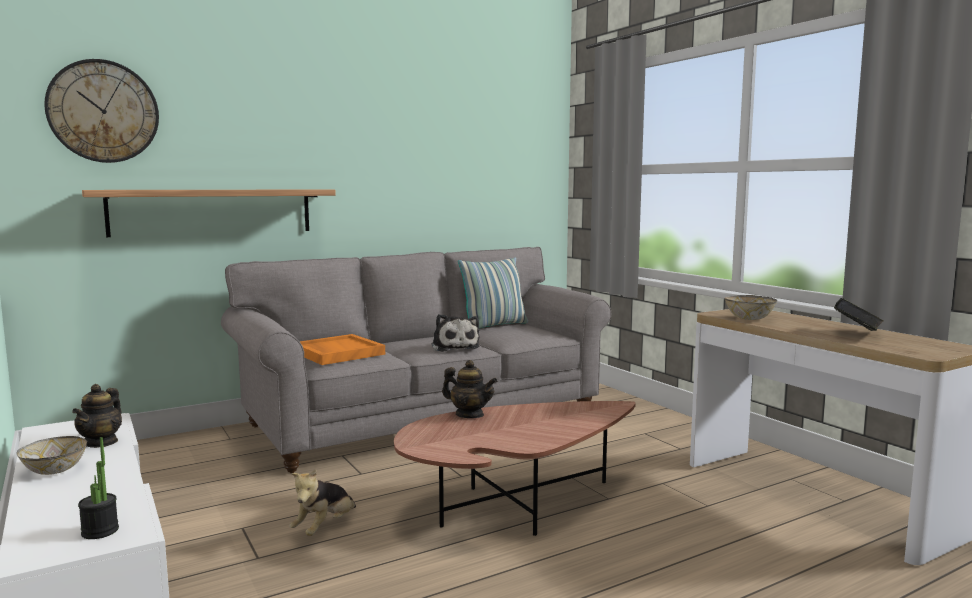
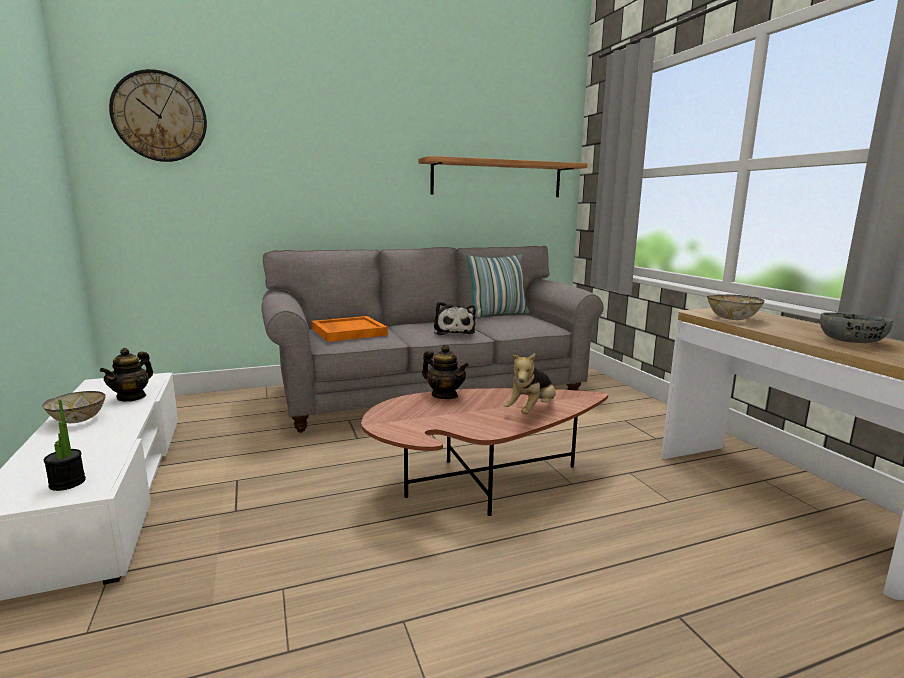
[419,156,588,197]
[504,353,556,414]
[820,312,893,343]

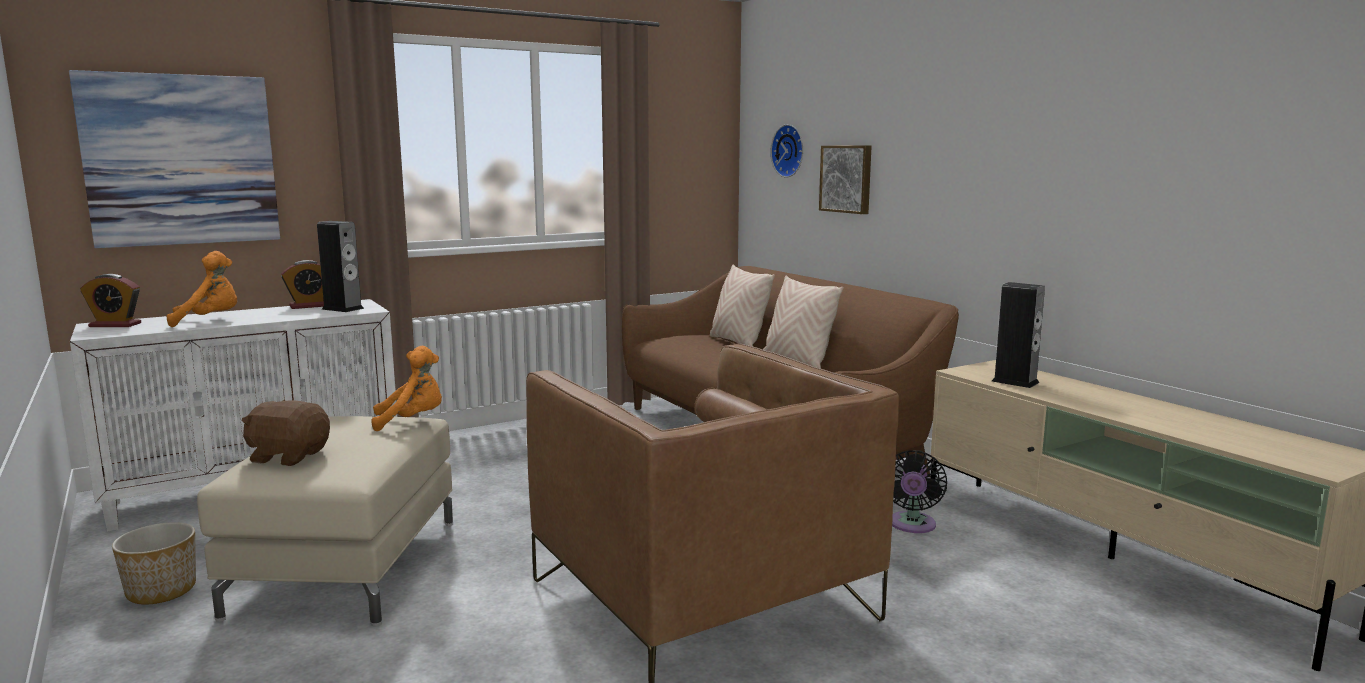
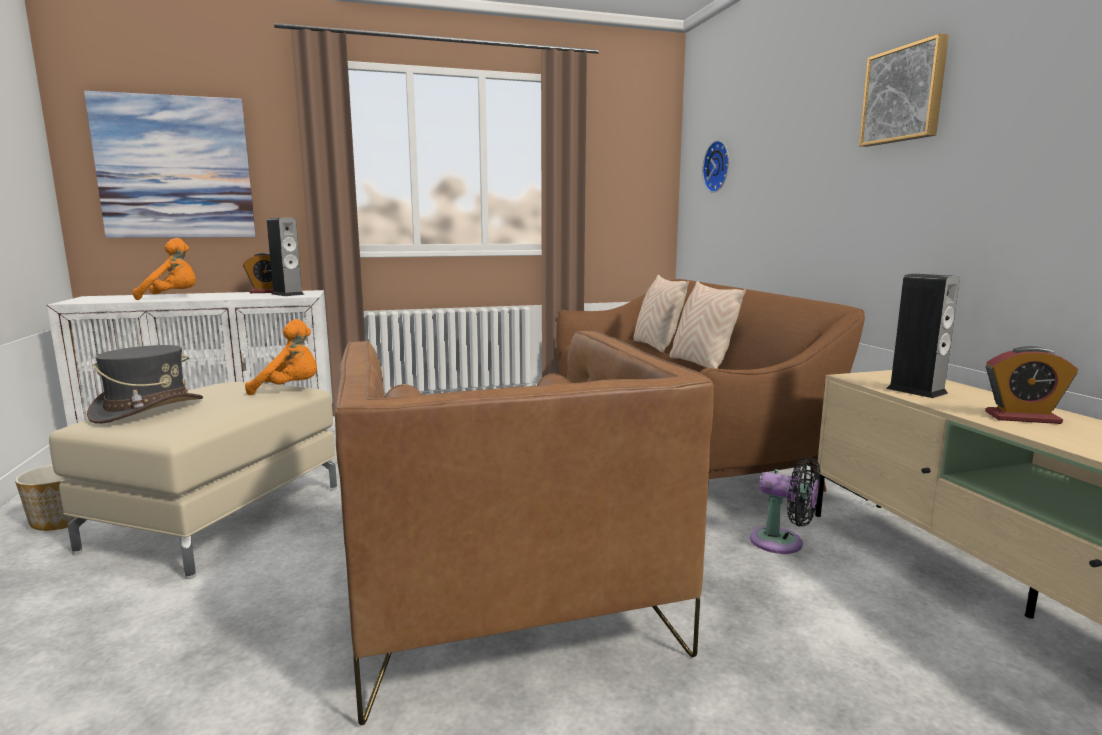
[87,345,203,424]
[750,456,820,554]
[859,33,949,147]
[985,346,1078,424]

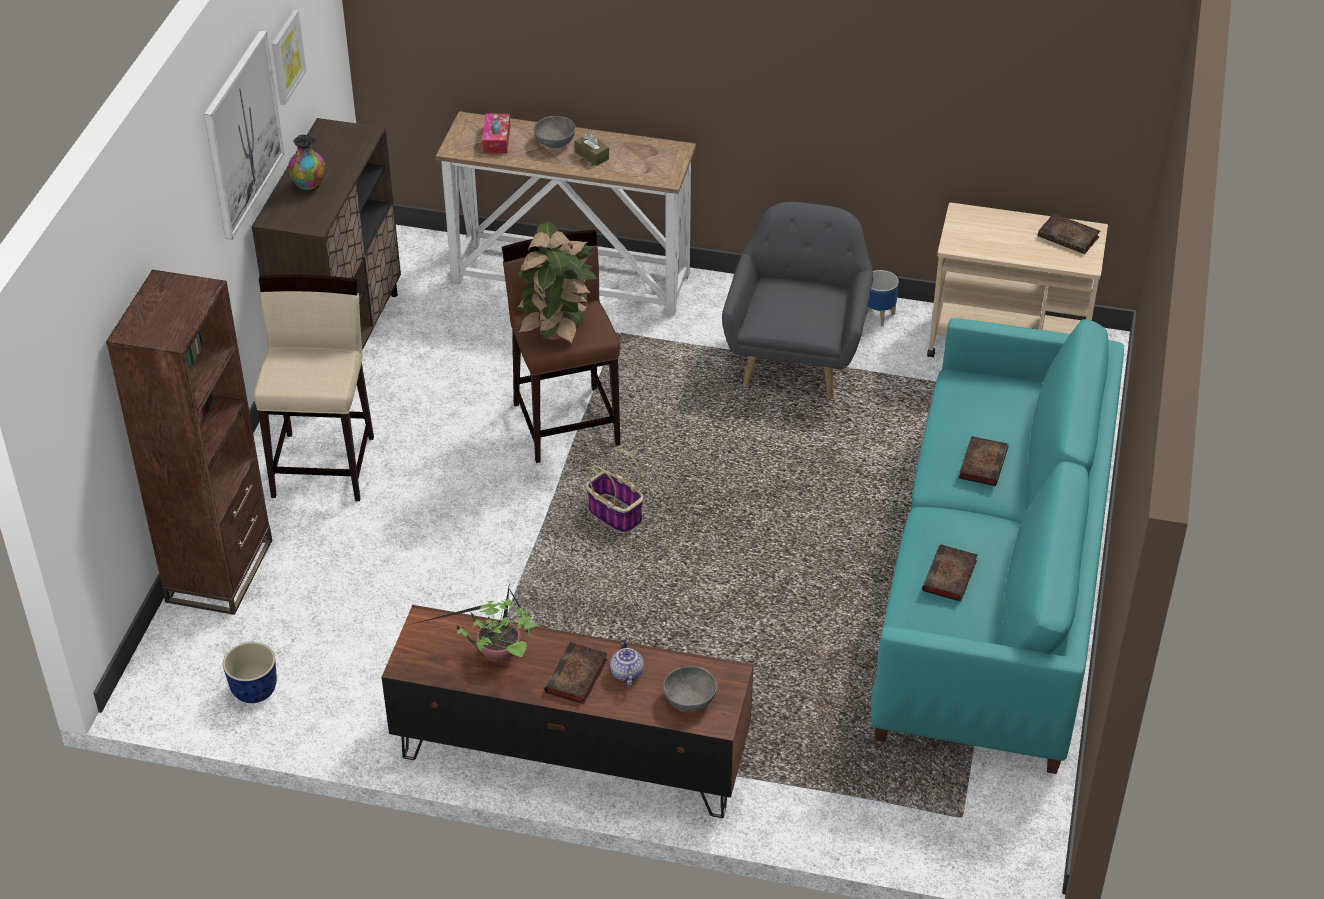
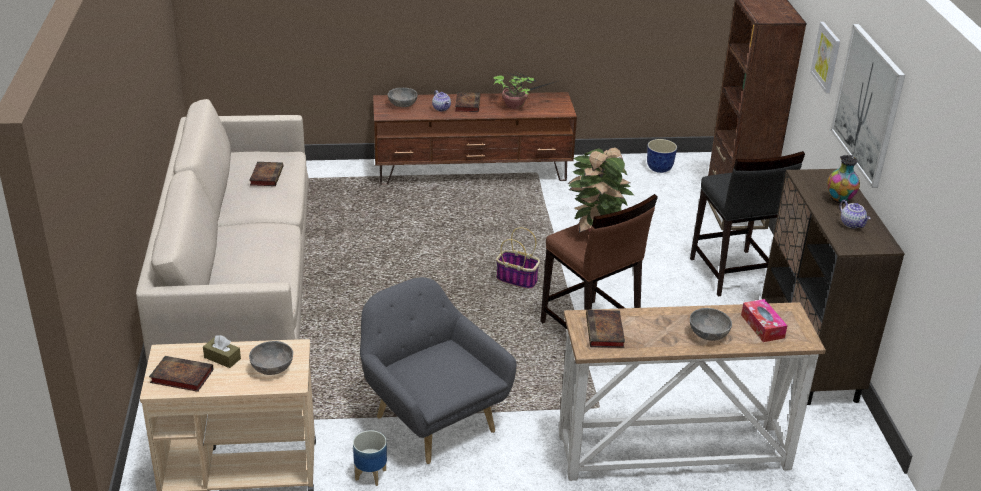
[136,99,309,363]
[203,335,241,368]
[249,341,293,375]
[360,277,516,464]
[586,310,625,348]
[690,151,805,296]
[810,22,840,93]
[839,200,871,229]

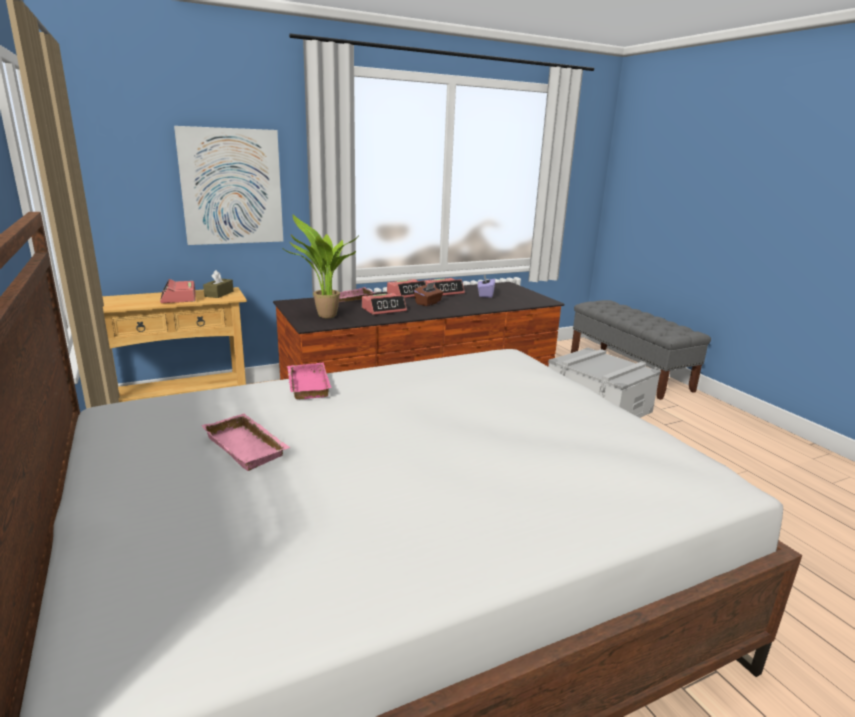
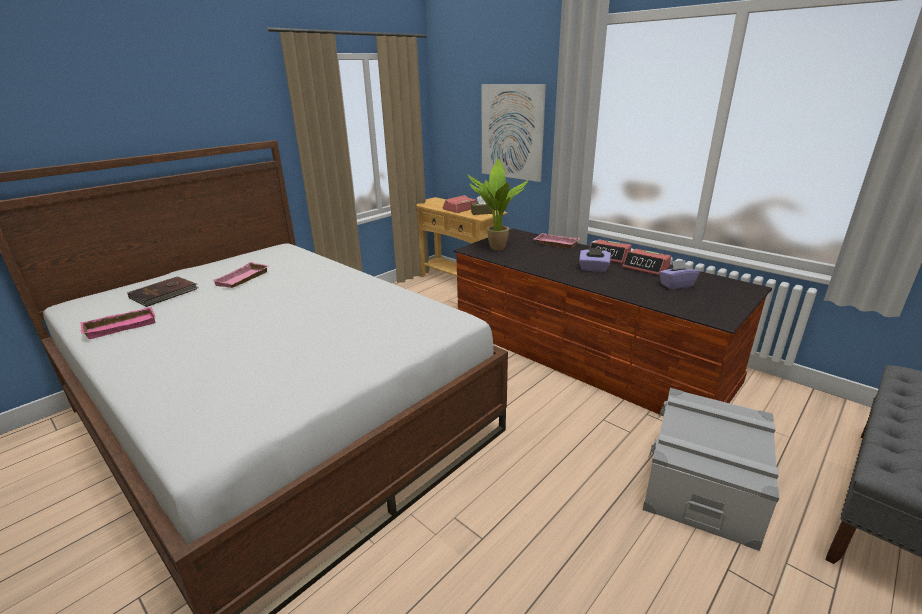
[80,307,156,339]
[127,276,199,307]
[579,248,611,272]
[362,293,407,315] (first image)

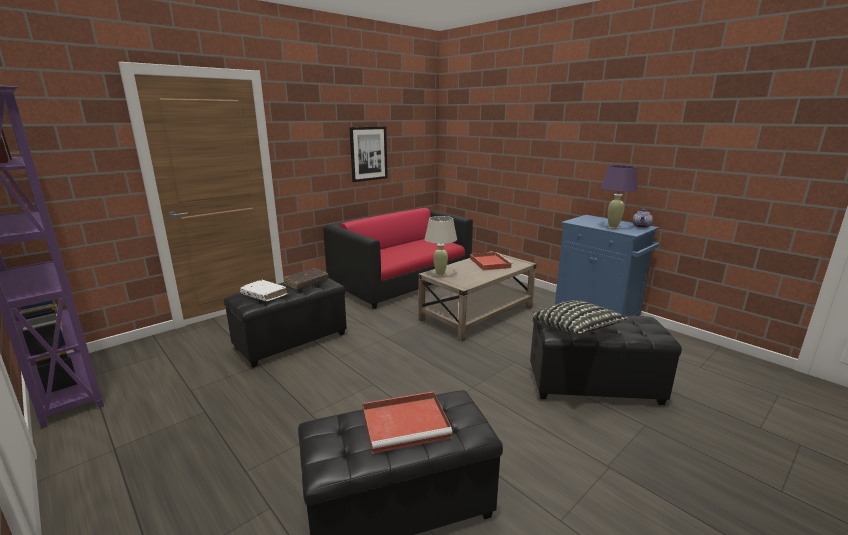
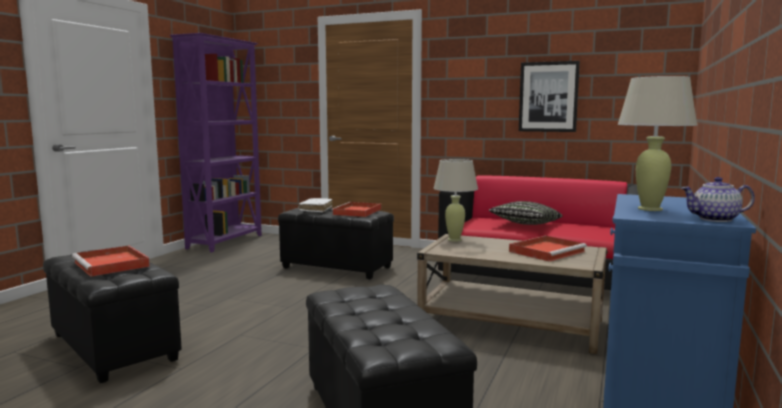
[331,202,381,217]
[489,201,563,225]
[618,76,697,211]

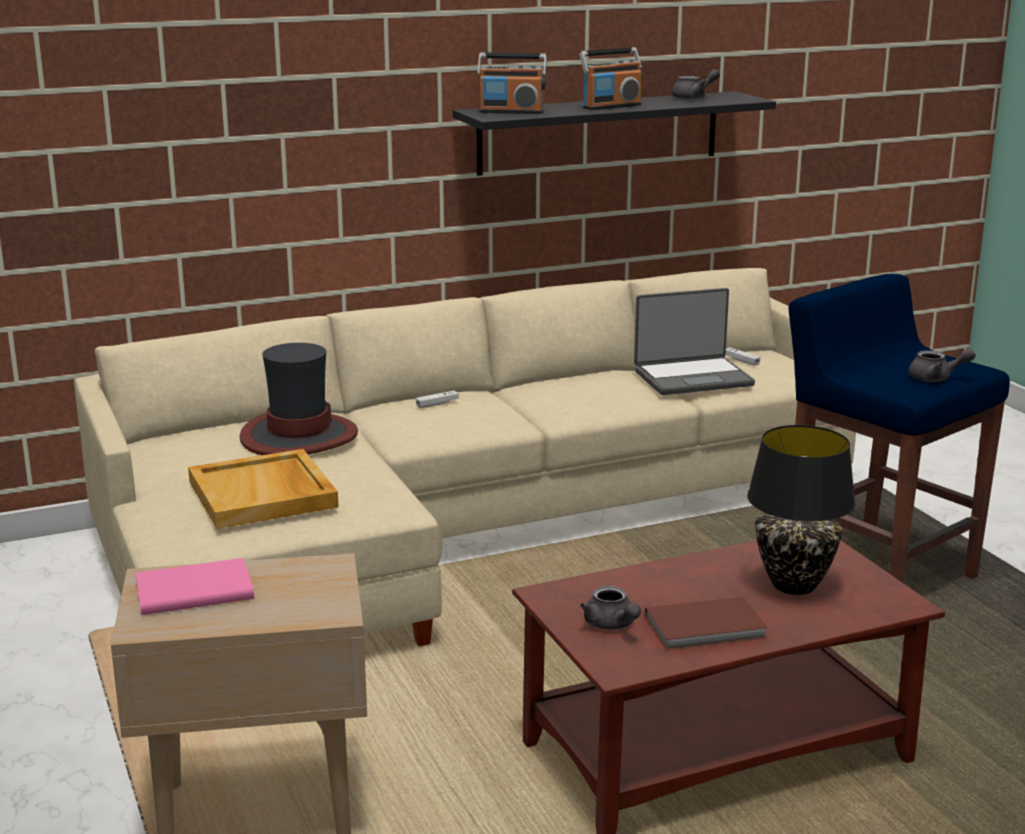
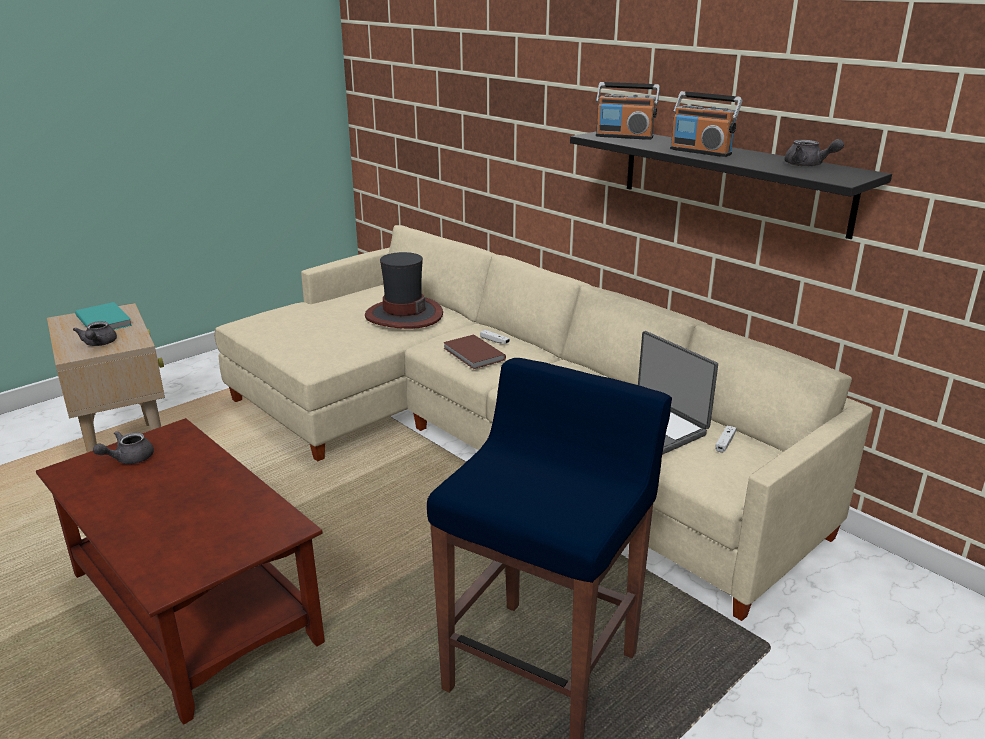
[73,321,117,346]
[75,302,132,330]
[443,335,506,369]
[596,82,660,140]
[188,449,339,529] (first image)
[747,425,856,595] (first image)

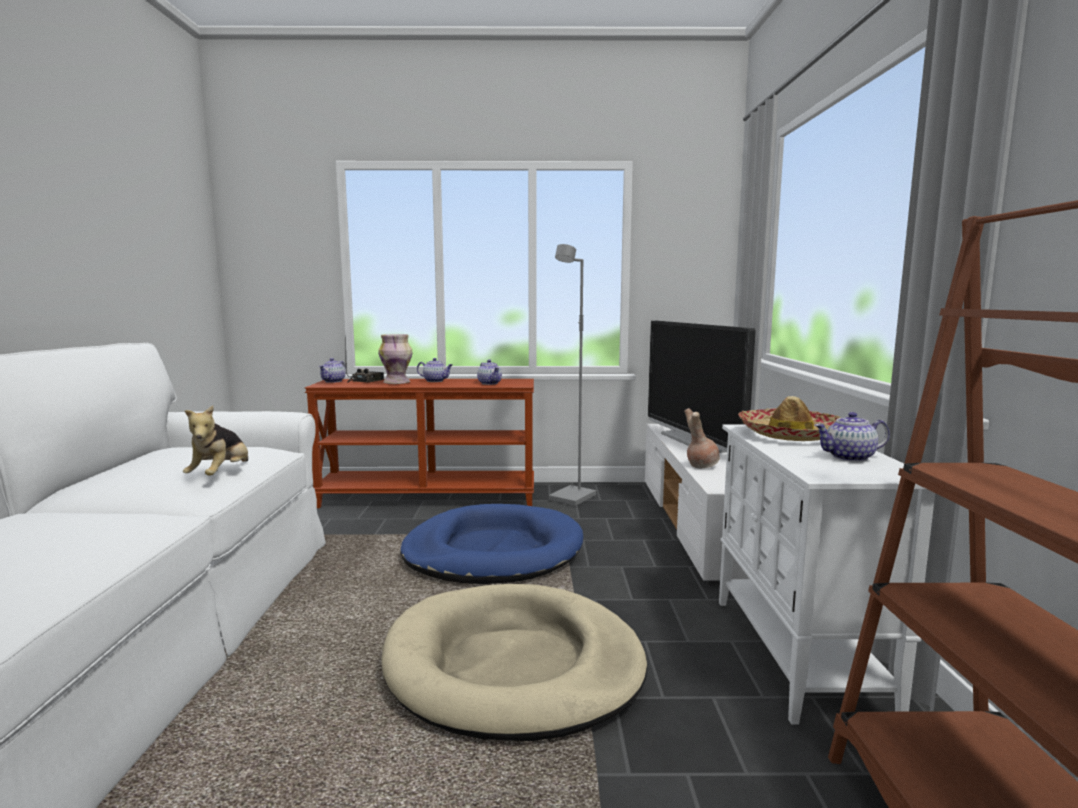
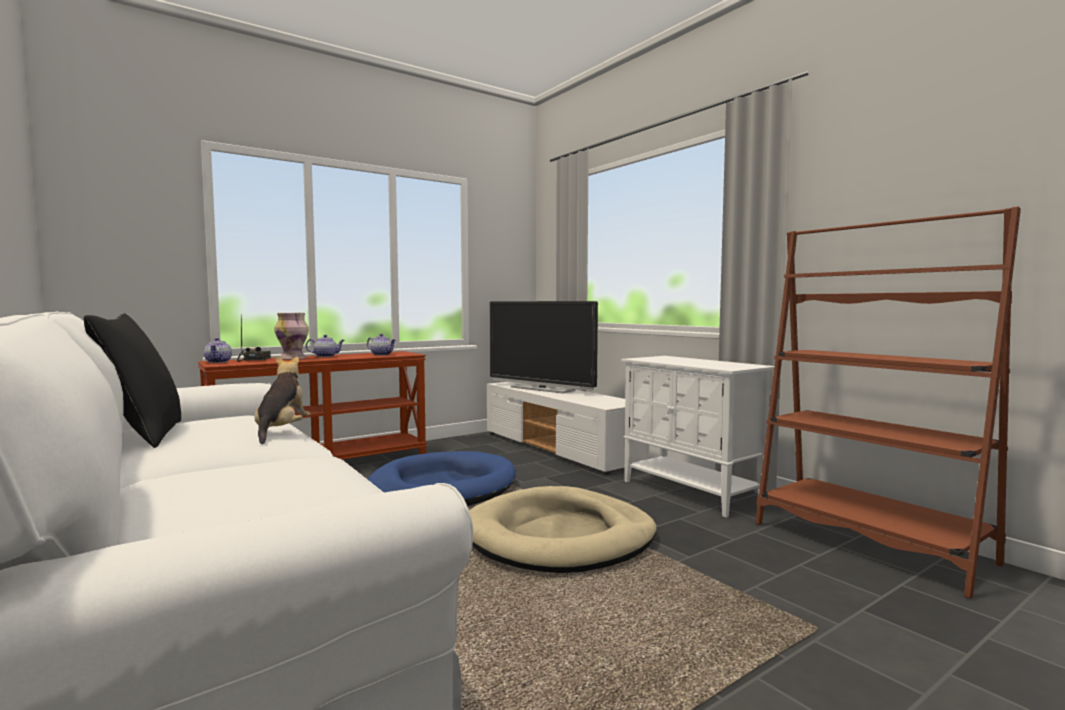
[84,313,181,448]
[254,356,310,444]
[549,244,596,506] (first image)
[684,408,720,468] (first image)
[738,396,841,441] (first image)
[814,412,890,462] (first image)

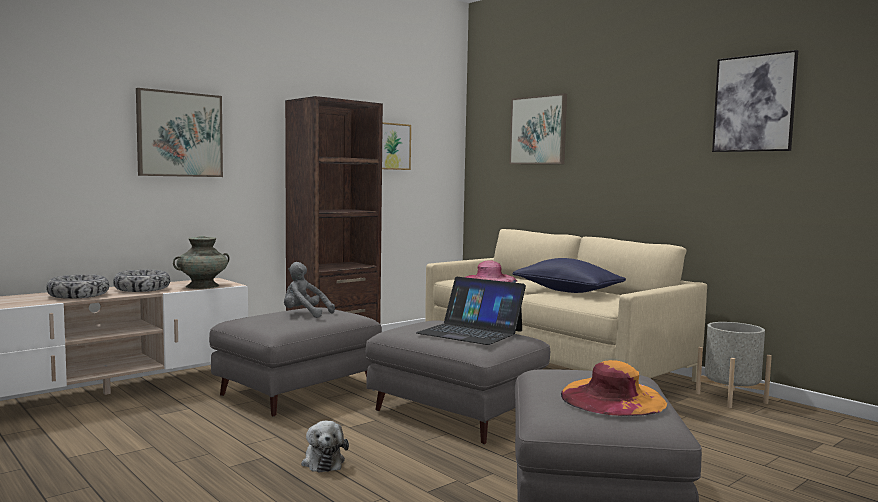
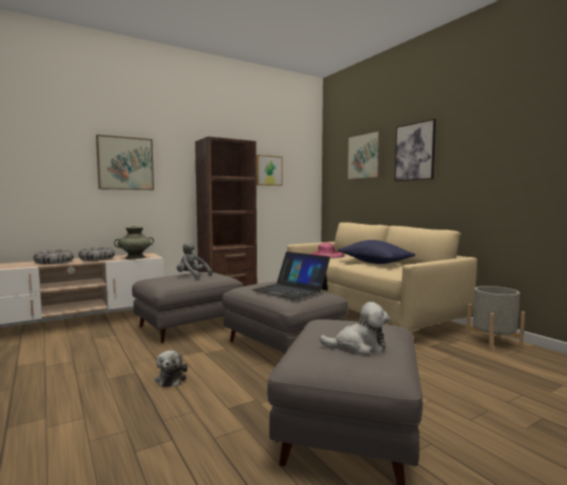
[320,302,390,355]
[395,119,436,181]

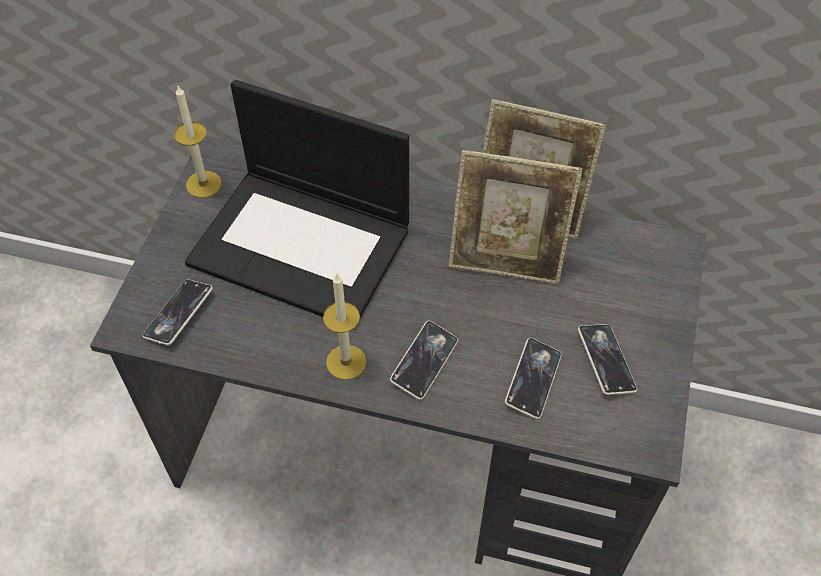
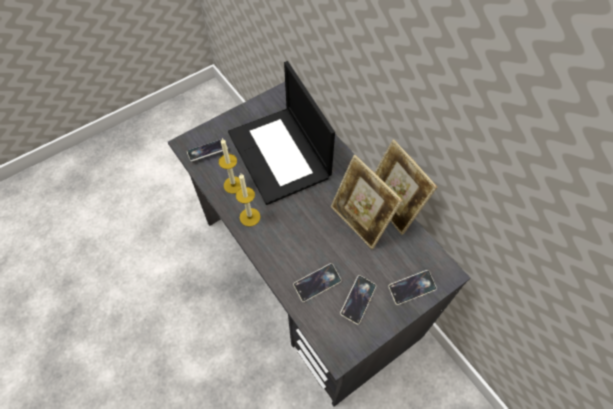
[219,138,241,194]
[388,270,437,305]

